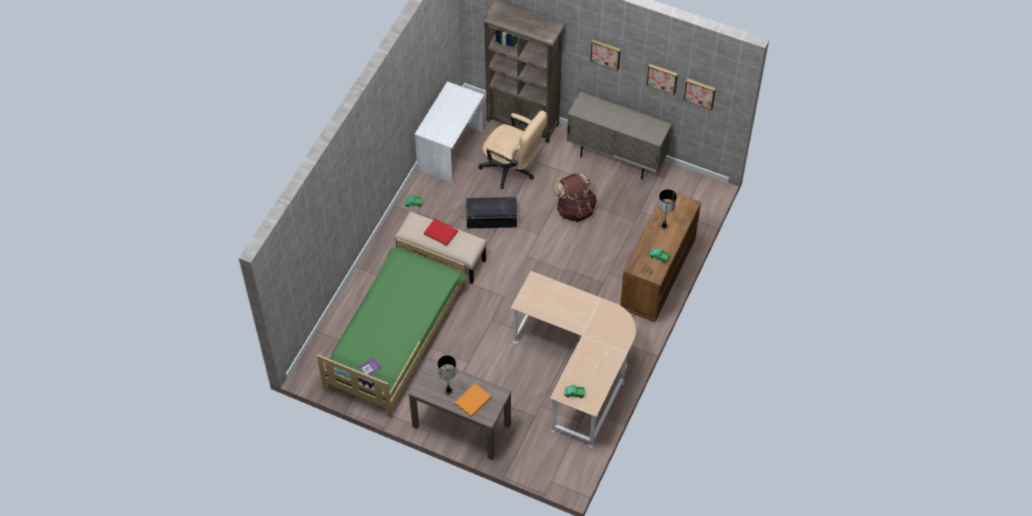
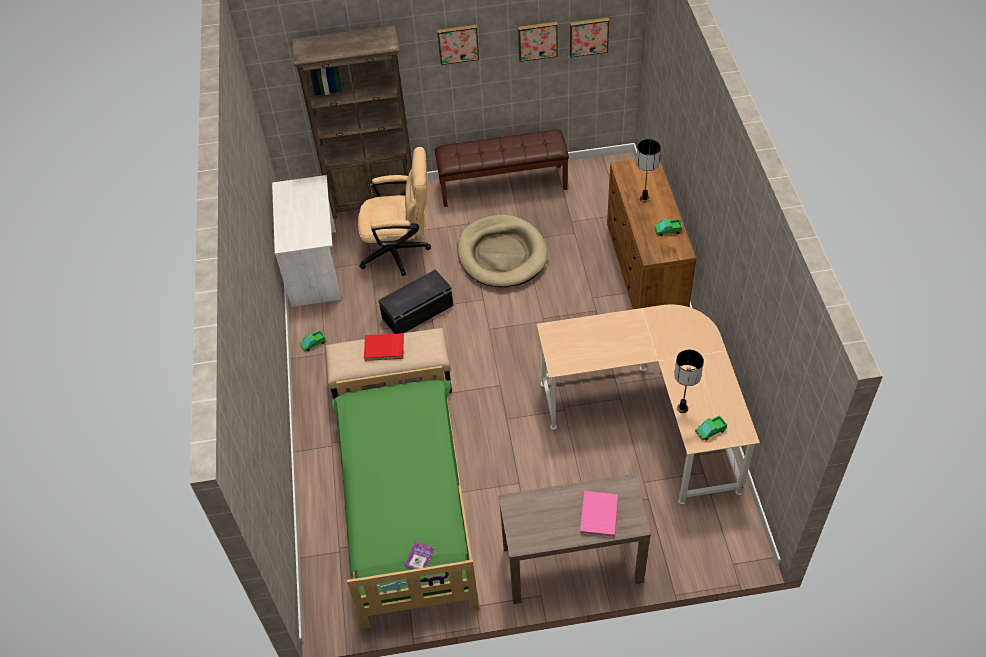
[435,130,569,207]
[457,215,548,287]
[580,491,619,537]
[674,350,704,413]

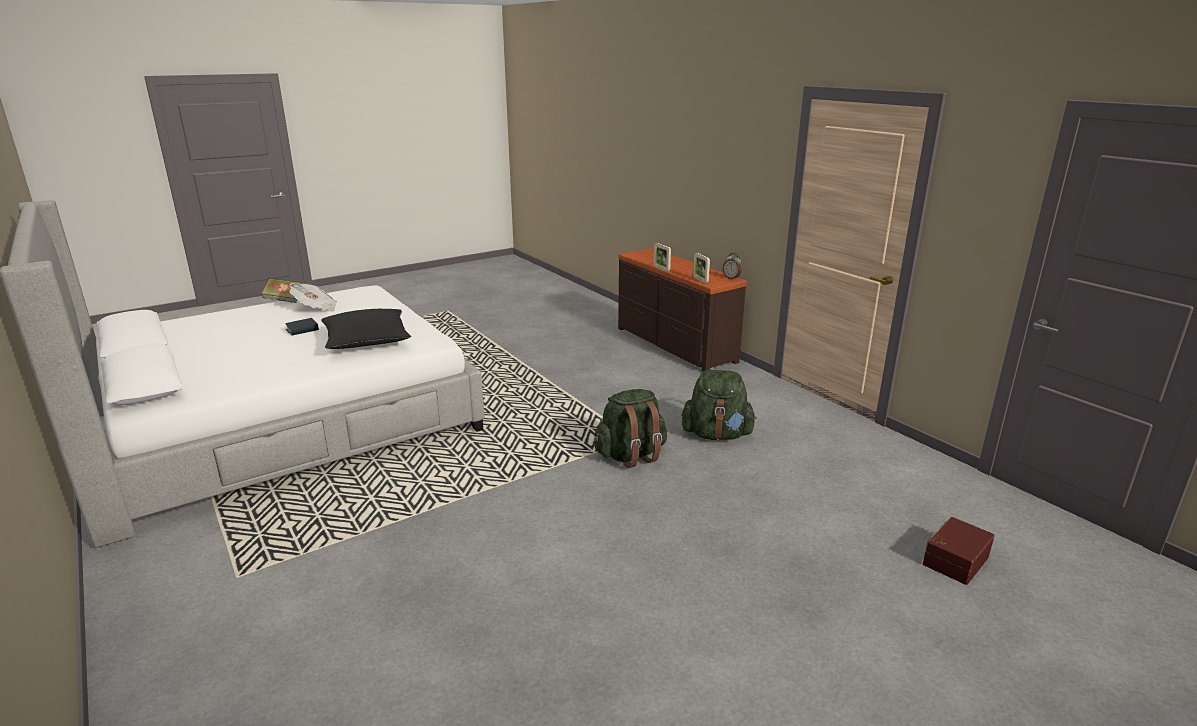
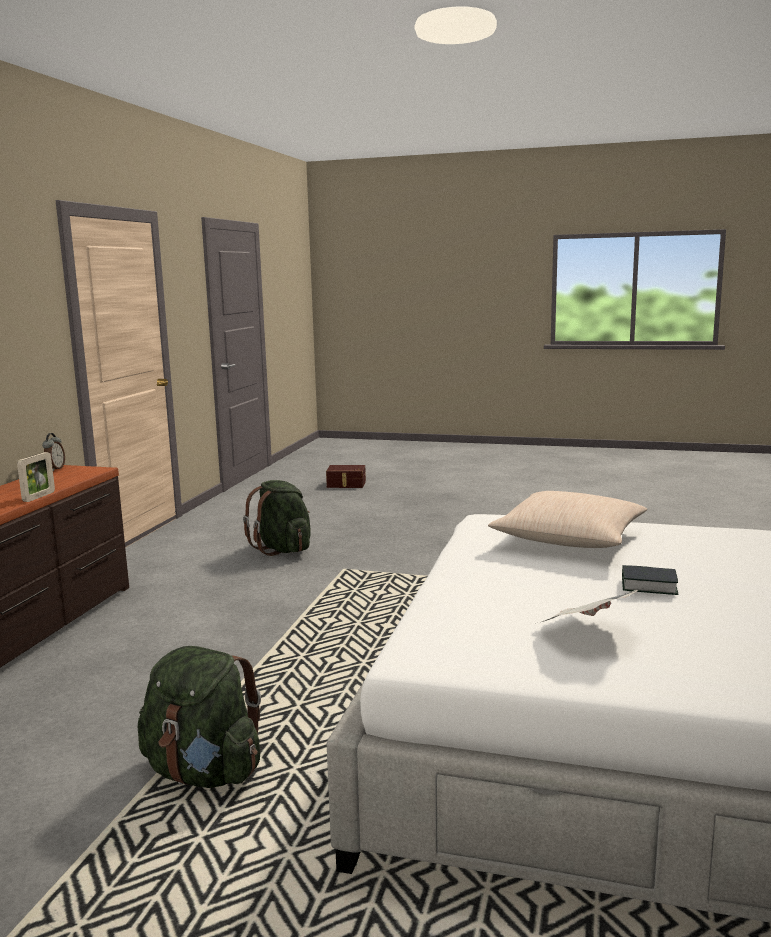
[138,646,261,788]
[488,491,648,548]
[261,278,302,303] (first image)
[693,253,710,283] (first image)

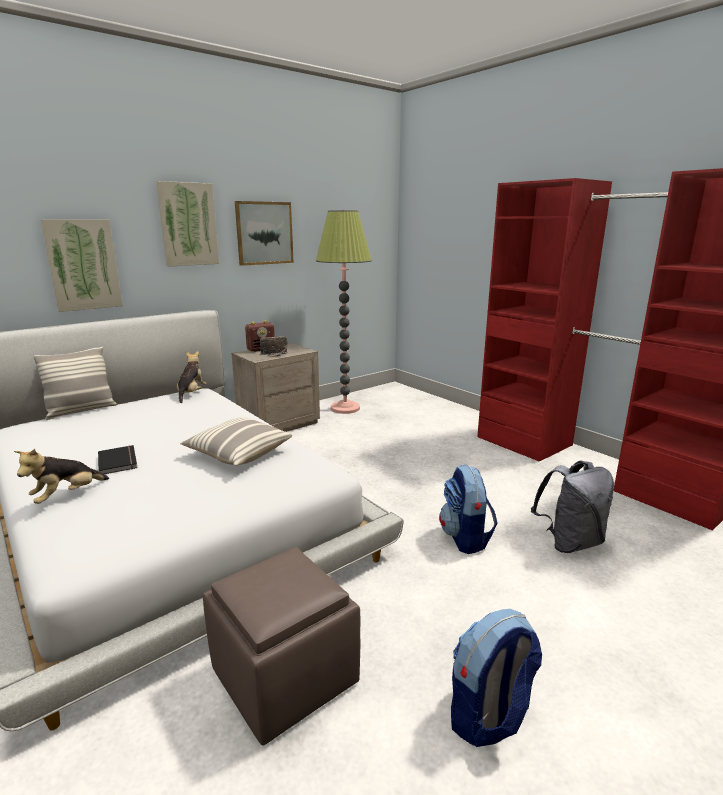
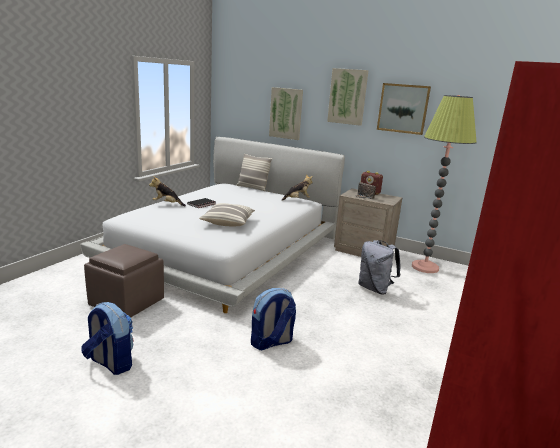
[358,240,400,295]

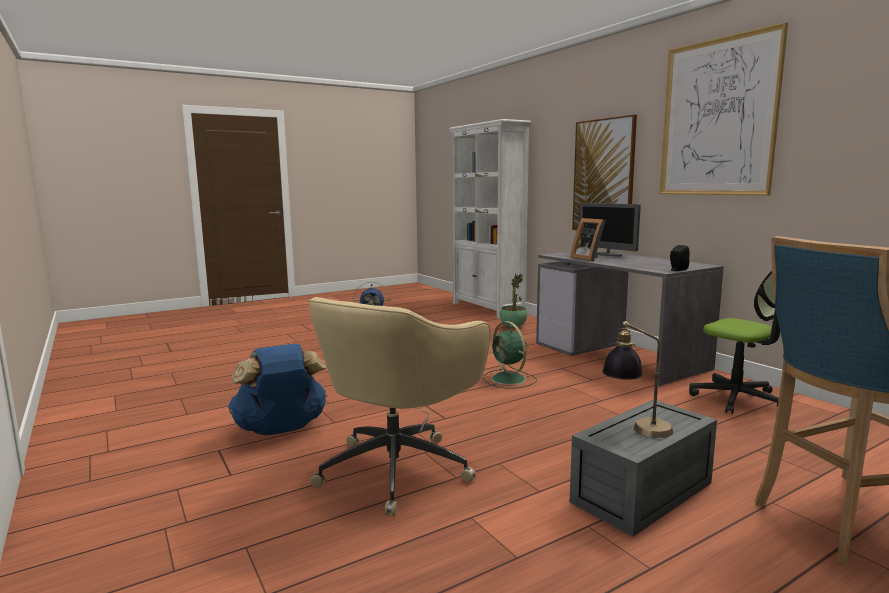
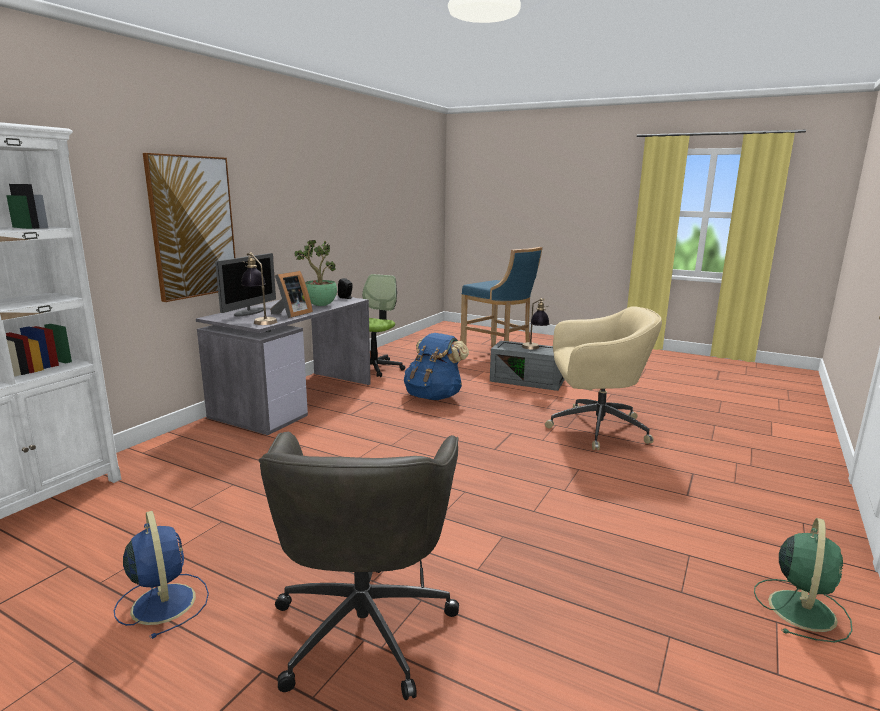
[241,252,277,325]
[259,432,459,700]
[295,240,337,306]
[404,333,469,400]
[754,518,853,643]
[659,22,788,196] (first image)

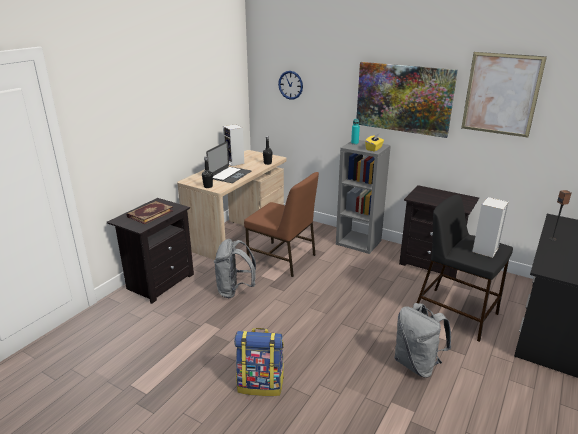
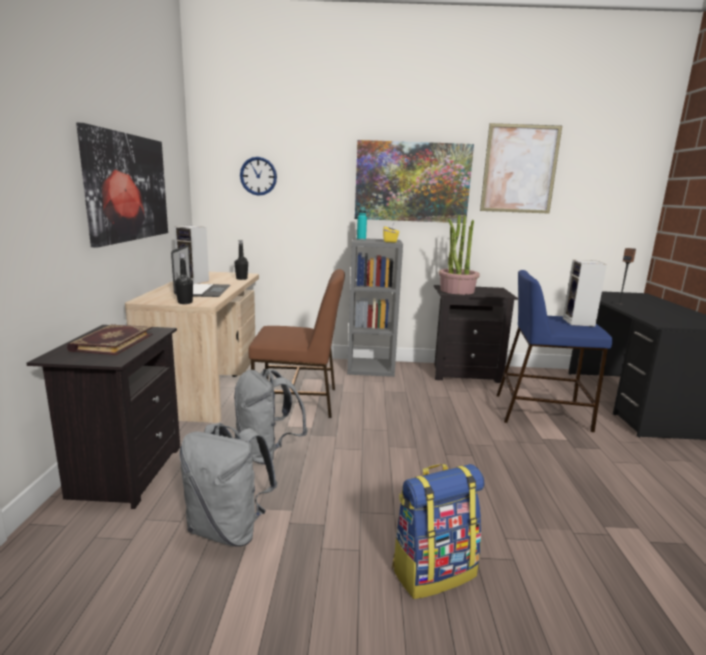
[76,123,168,248]
[179,423,277,547]
[439,214,480,295]
[496,270,613,432]

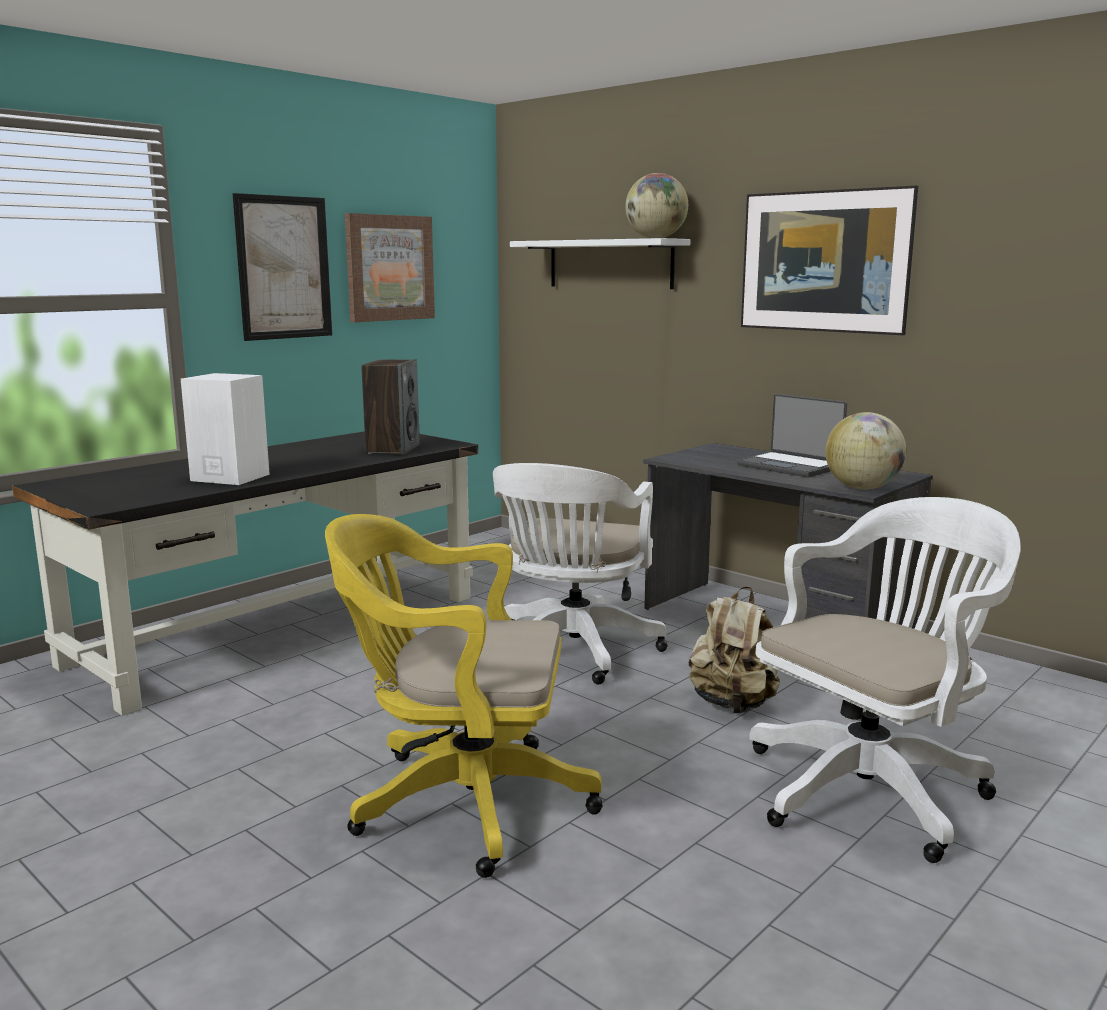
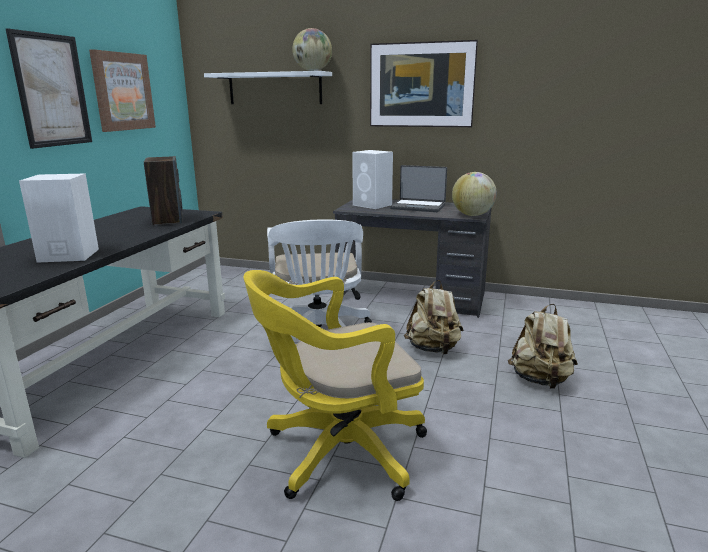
[352,150,393,209]
[508,304,578,389]

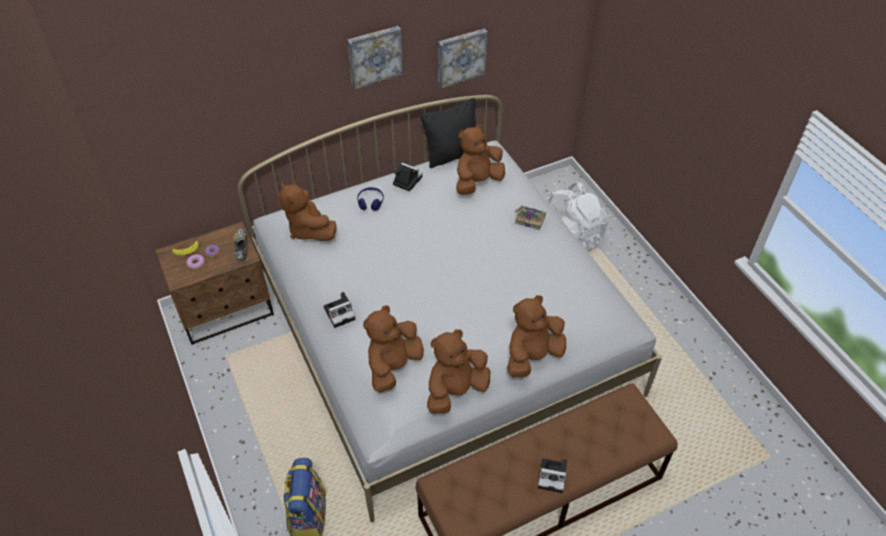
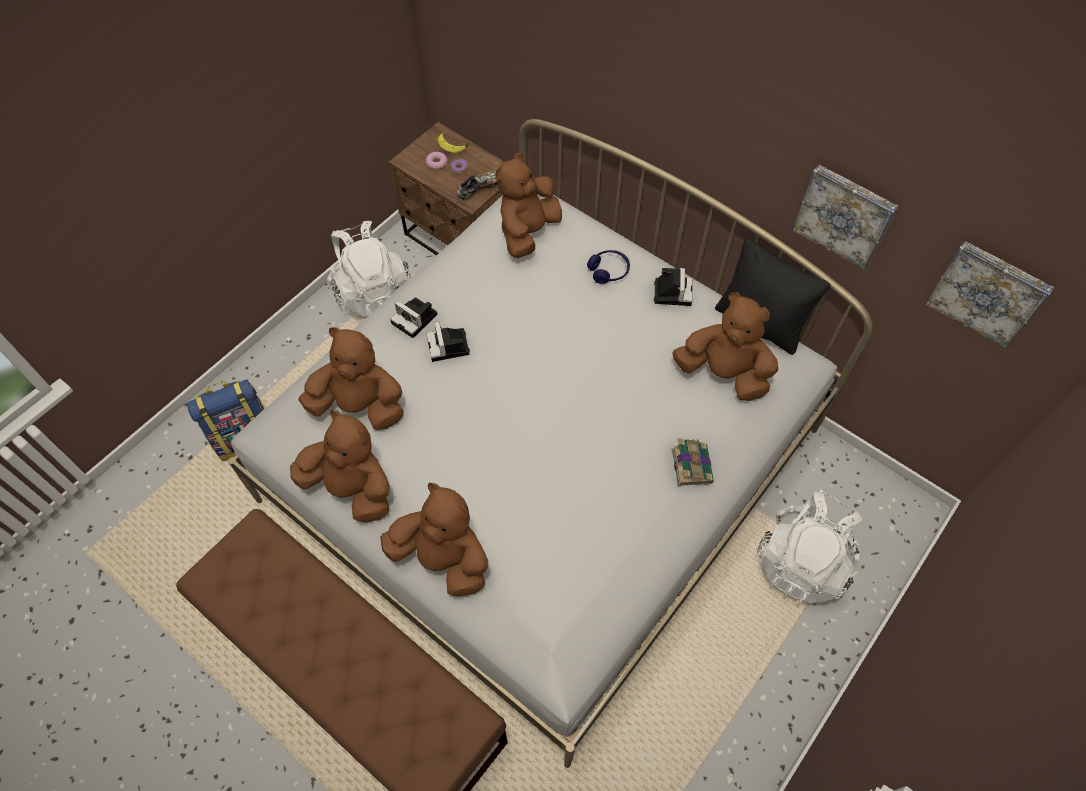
[327,221,411,319]
[426,321,470,362]
[925,241,1054,349]

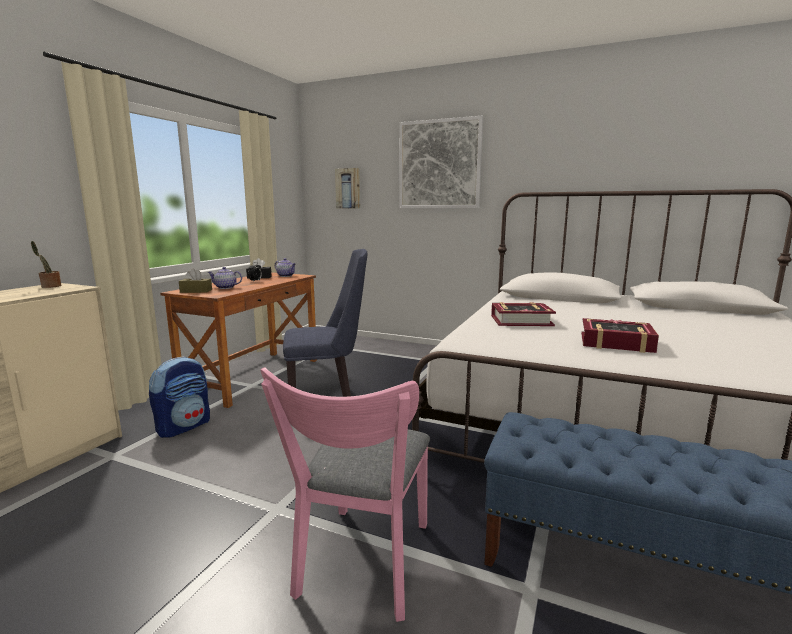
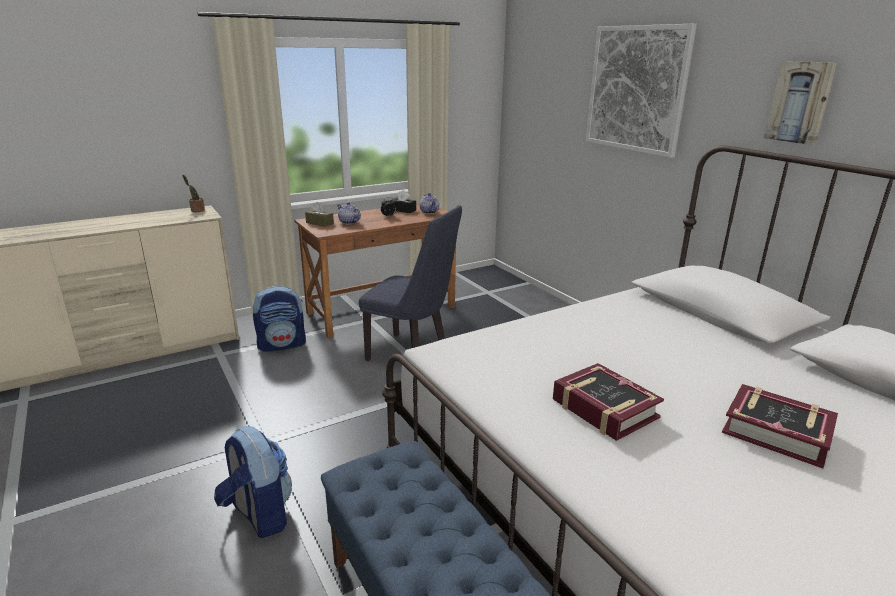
[214,426,292,538]
[722,384,838,468]
[764,61,837,145]

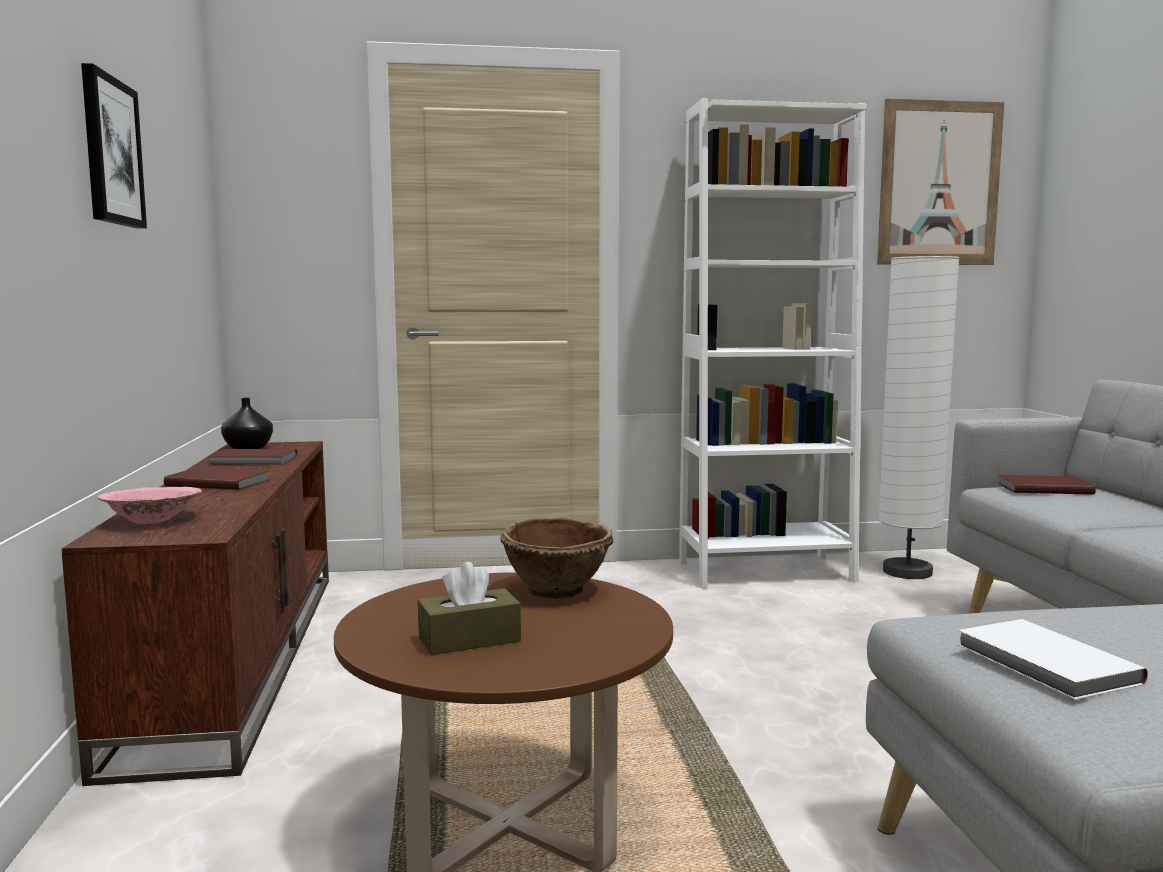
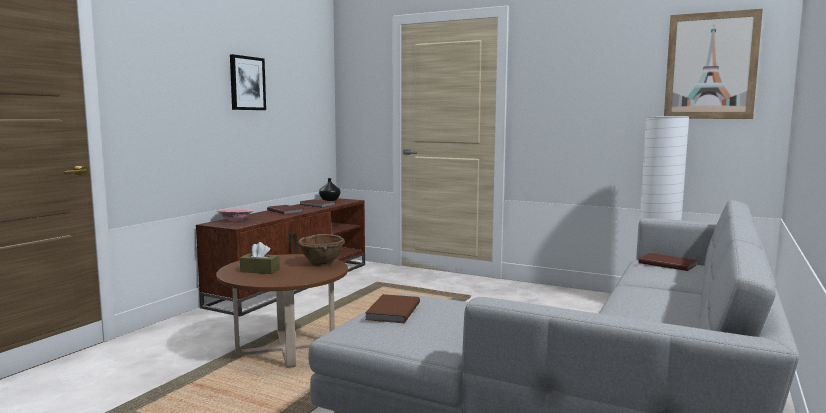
[365,294,420,323]
[679,98,867,589] (first image)

